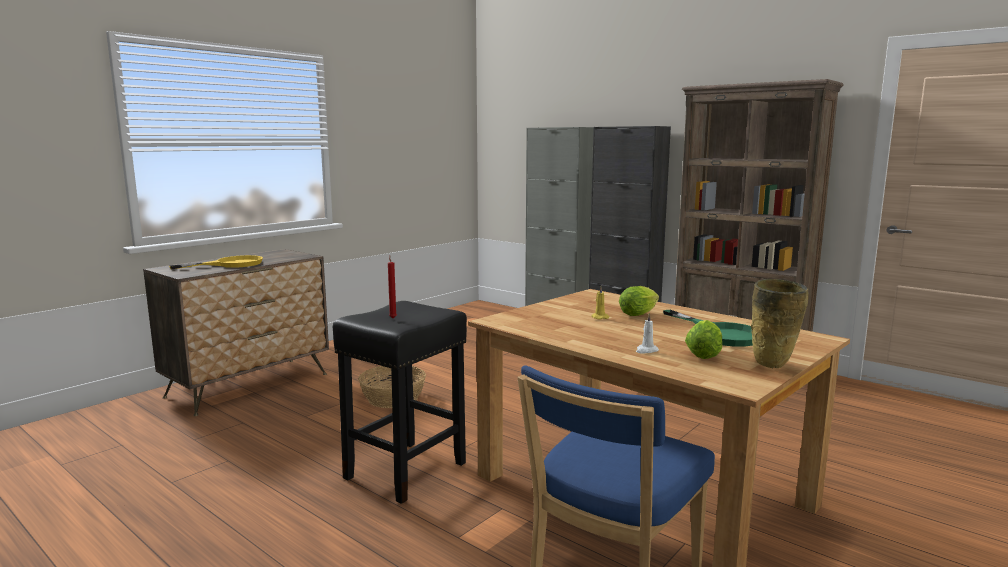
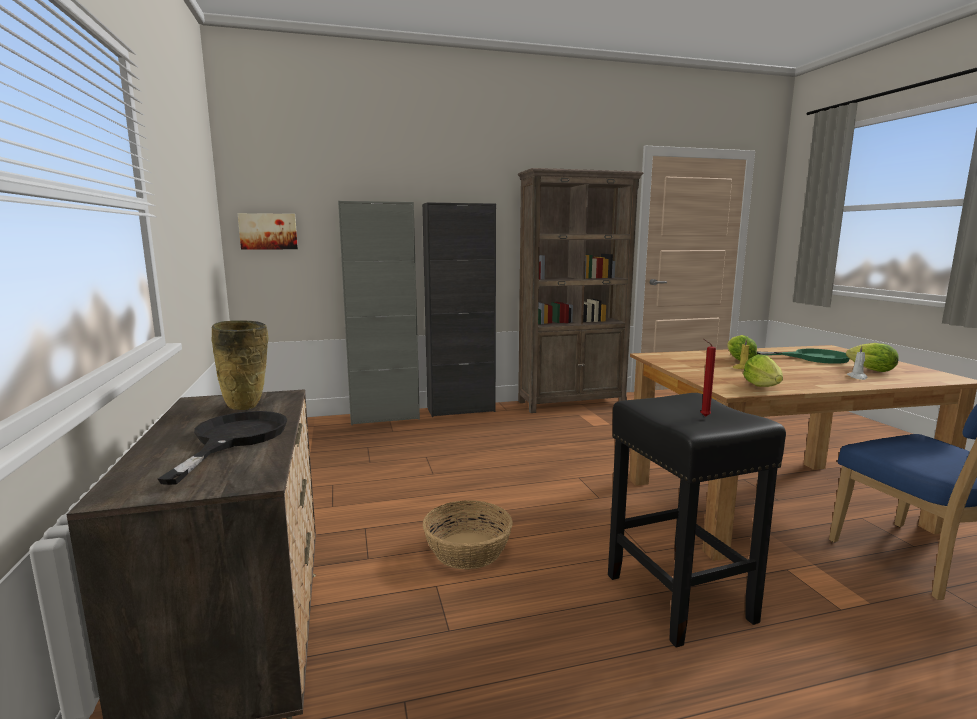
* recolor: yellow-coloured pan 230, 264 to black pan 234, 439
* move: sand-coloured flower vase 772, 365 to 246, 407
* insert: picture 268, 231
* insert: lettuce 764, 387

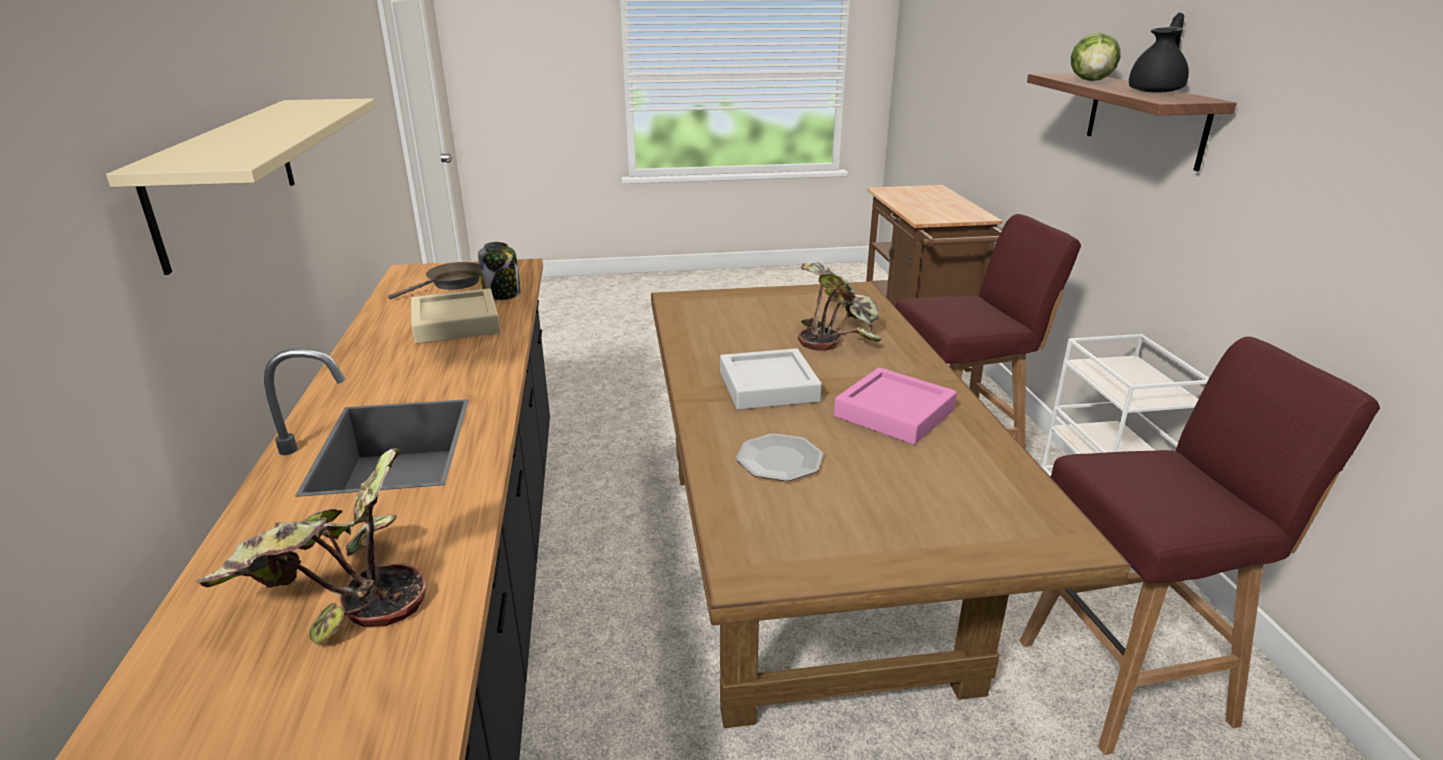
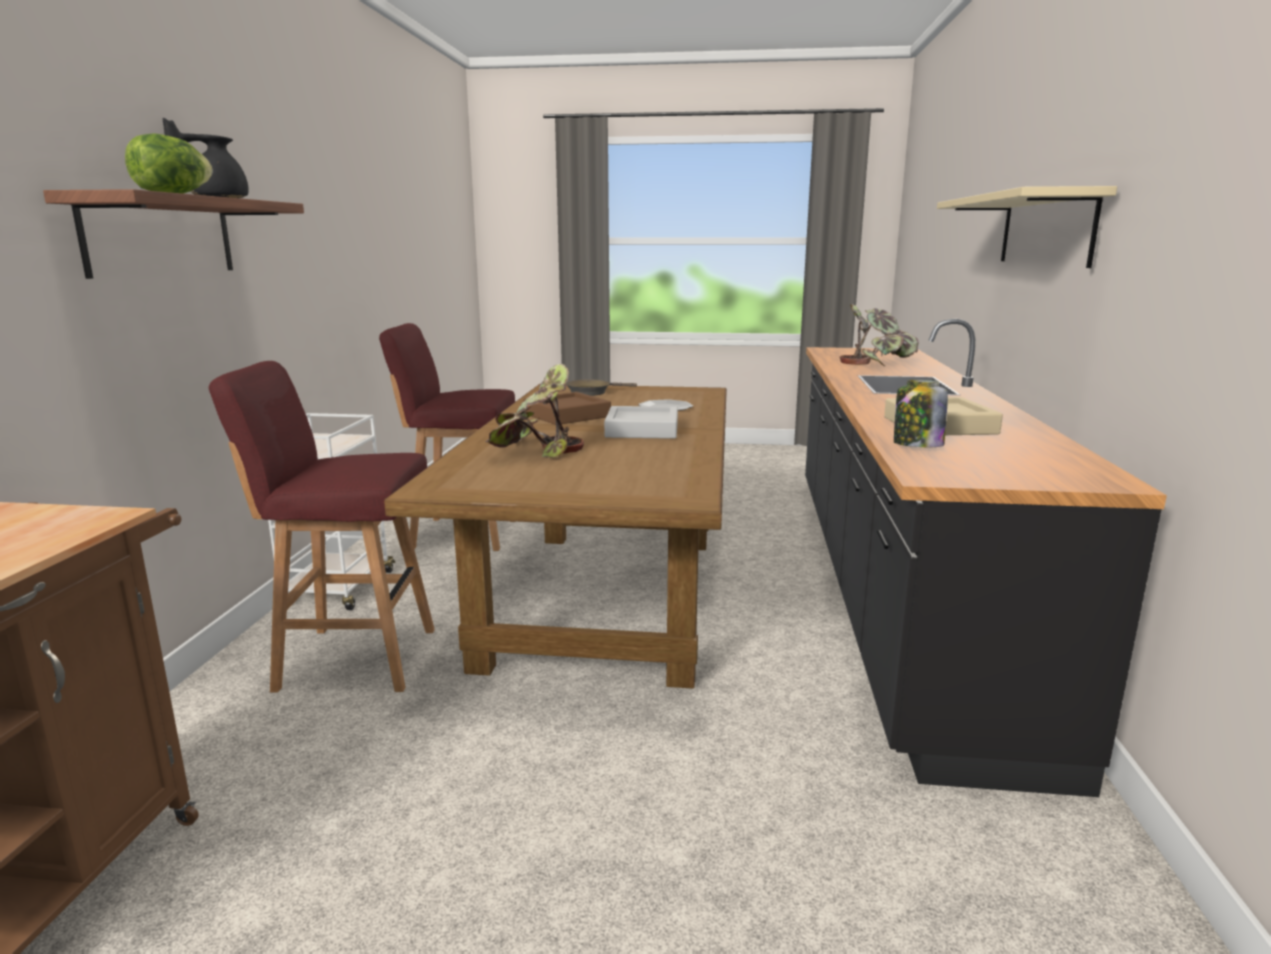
* recolor: pink-coloured serving tray 894, 413 to brownish serving tray 567, 415
* move: brownish pan 452, 284 to 592, 392

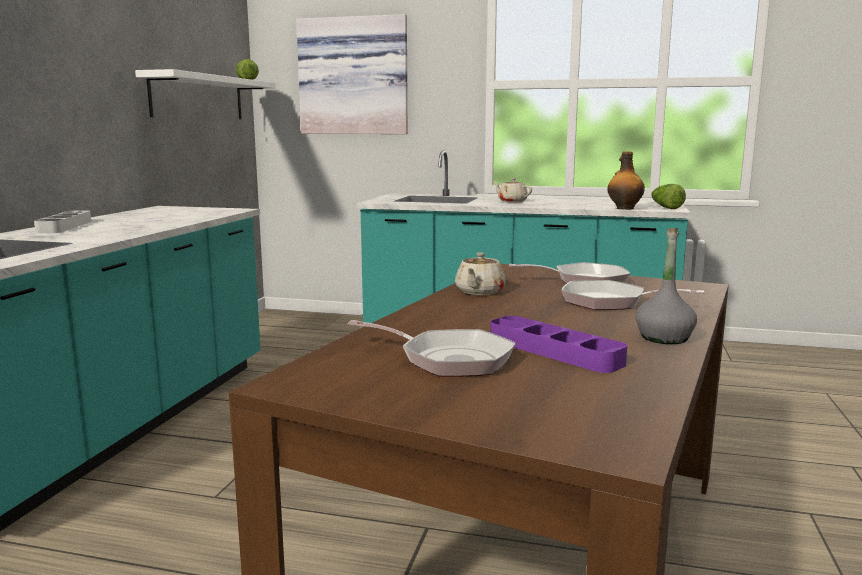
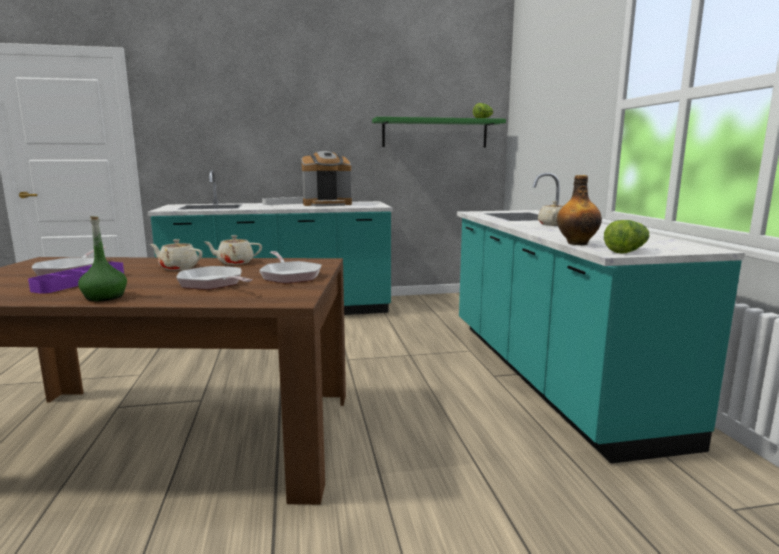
* recolor: gray bottle 663, 338 to green bottle 105, 297
* insert: sand-coloured tea pot 178, 268
* rotate: pan 610, 302 = 213, 284 45 degrees counterclockwise
* insert: coffee brewer 327, 204
* recolor: white shelf 198, 98 to green shelf 435, 133
* delete: picture 354, 76

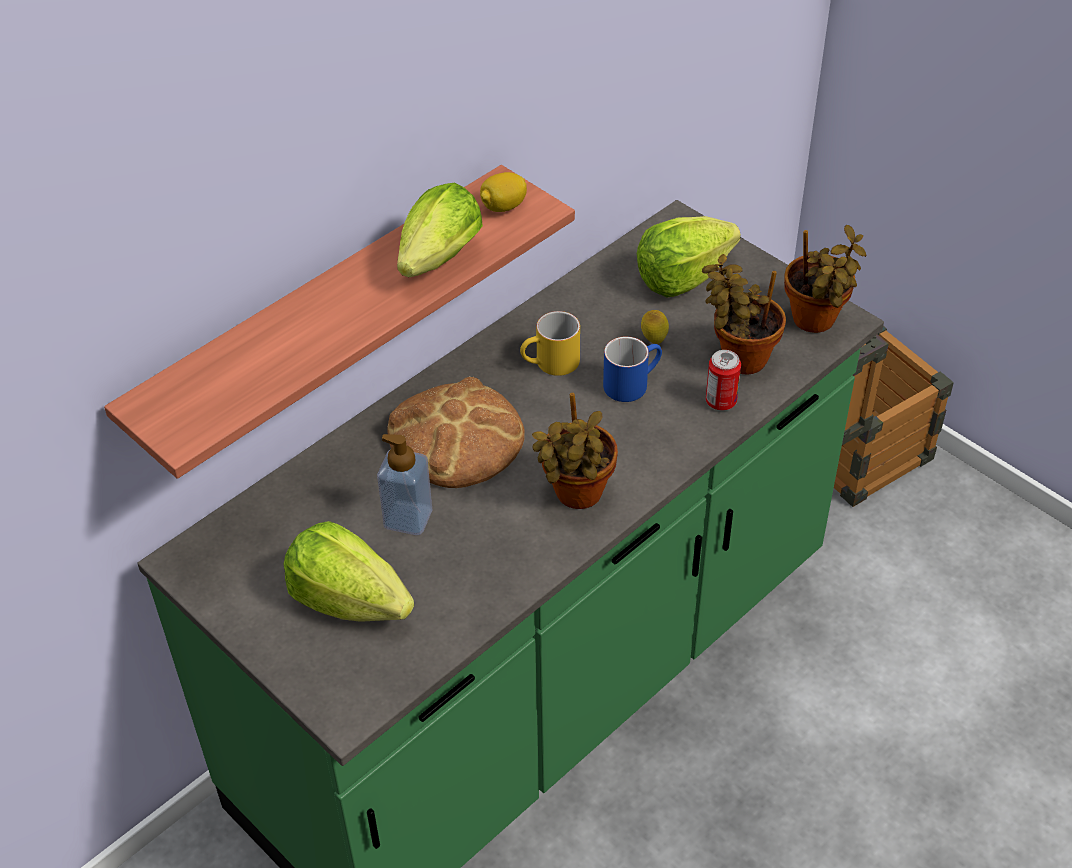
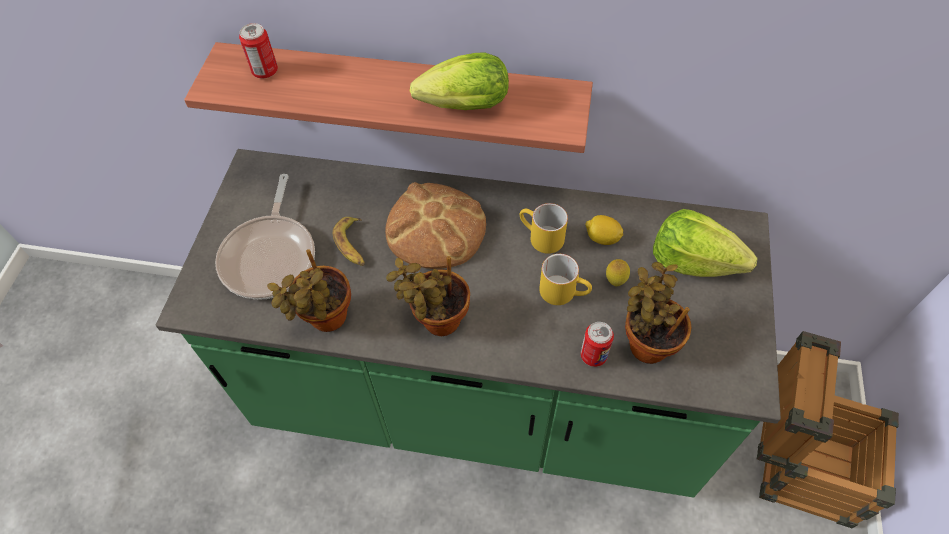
* replace: lettuce 349, 600 to pan 271, 256
* insert: sealed can 265, 71
* move: houseplant 816, 322 to 325, 320
* replace: soap dispenser 408, 518 to banana fruit 353, 245
* recolor: blue mug 632, 382 to yellow-coloured mug 564, 292
* move: lemon 503, 207 to 602, 238

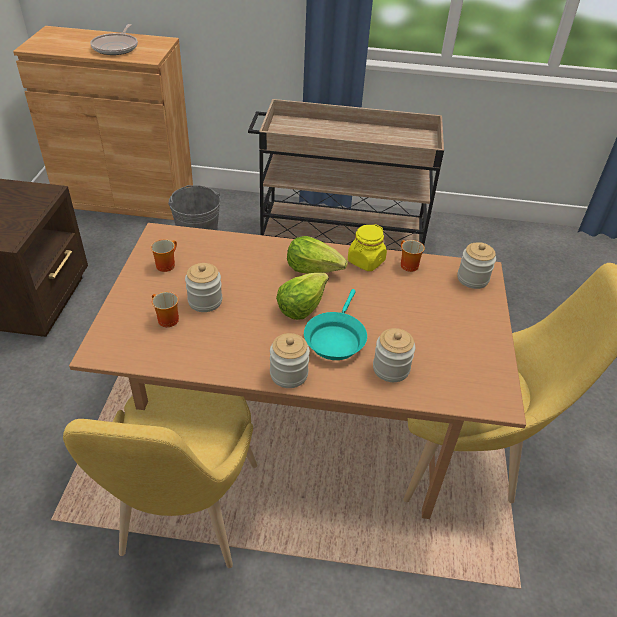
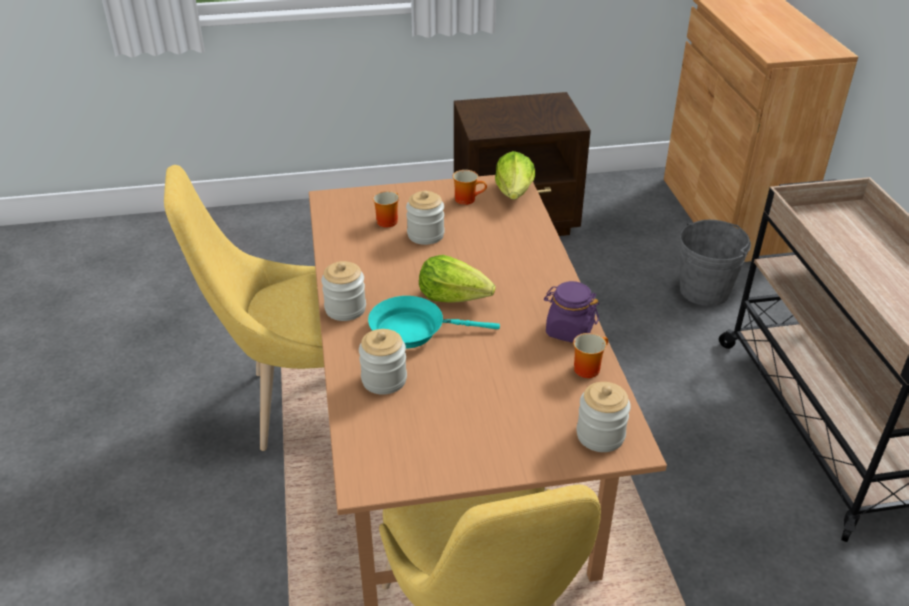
* move: lettuce 314, 268 to 514, 192
* recolor: yellow-coloured preserve jar 366, 261 to purplish preserve jar 569, 330
* delete: pan 116, 47

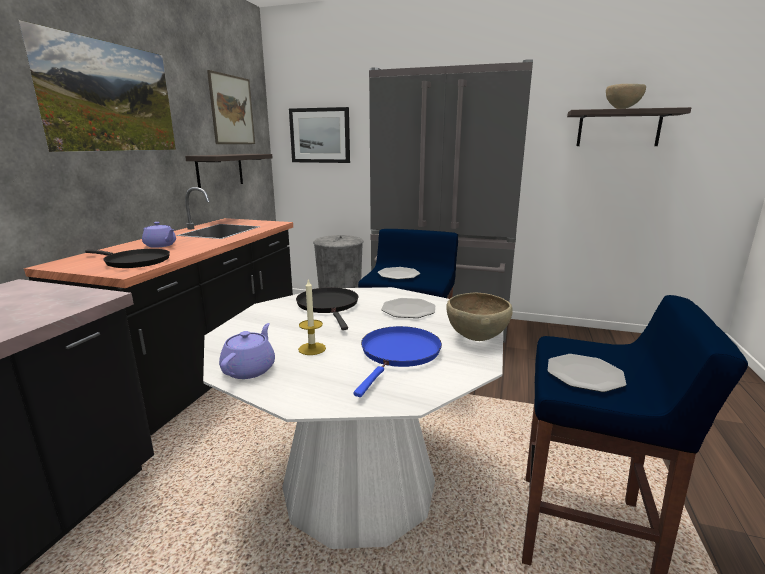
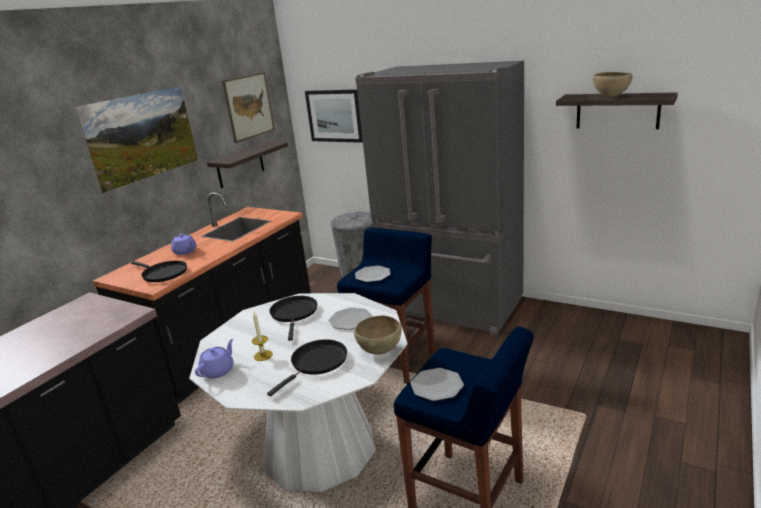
* recolor: blue pan 399, 354 to black pan 317, 363

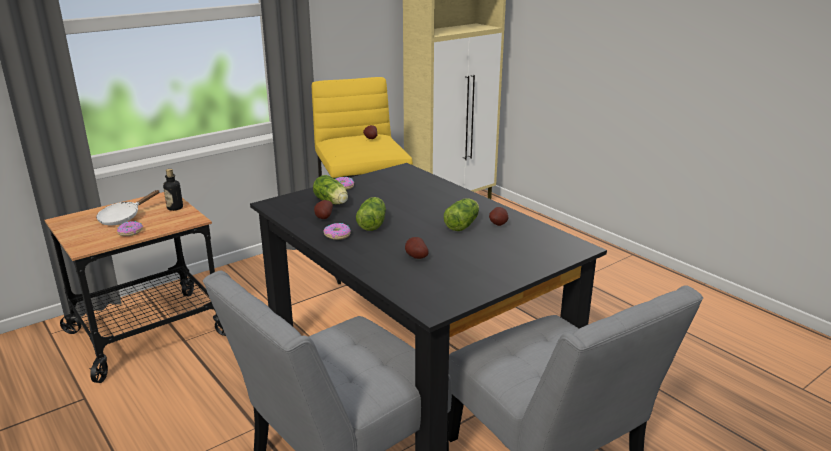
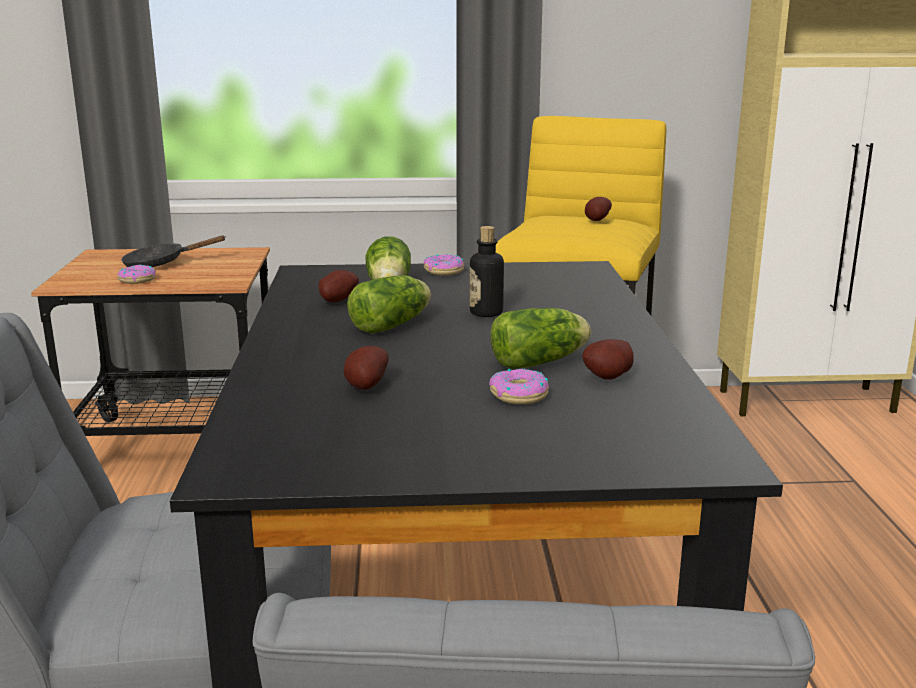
* recolor: white pan 123, 217 to black pan 161, 264
* move: bottle 175, 208 to 486, 312
* move: ring doughnut 337, 235 to 519, 395

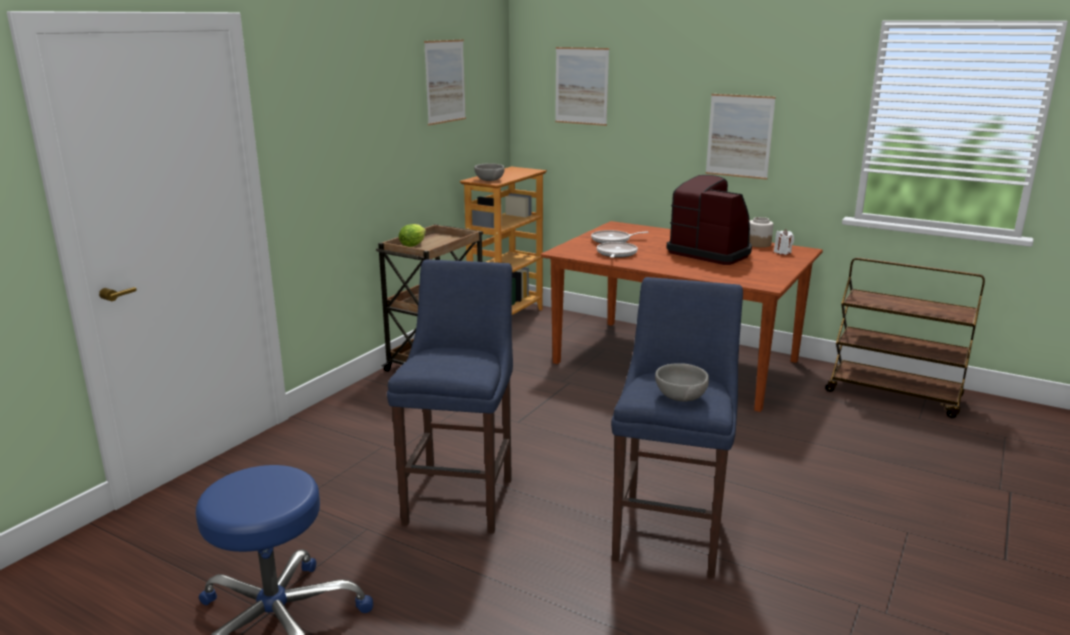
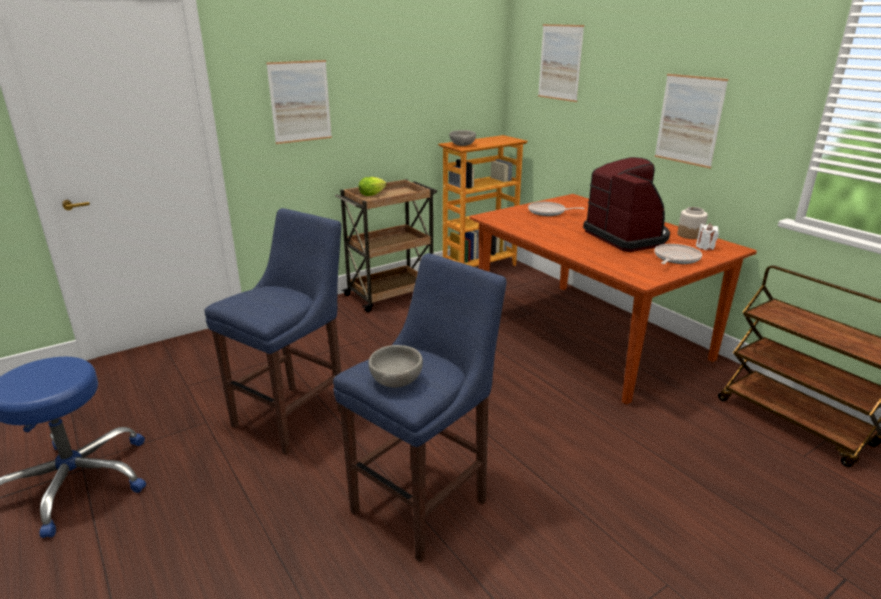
* move: picture 445, 81 to 300, 102
* move: pan 616, 254 to 675, 258

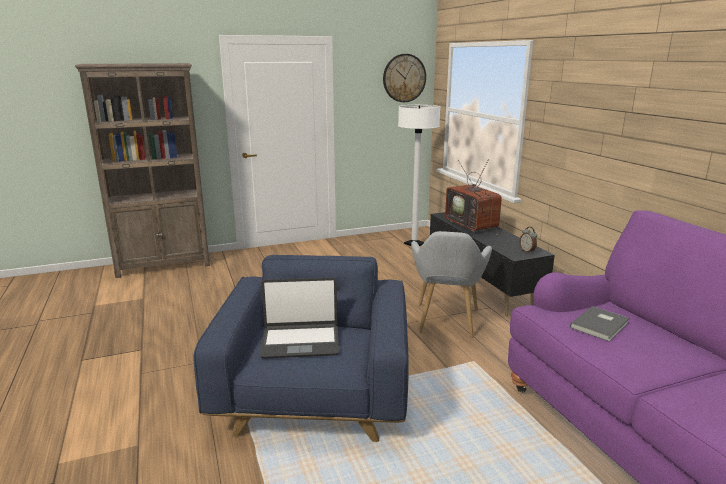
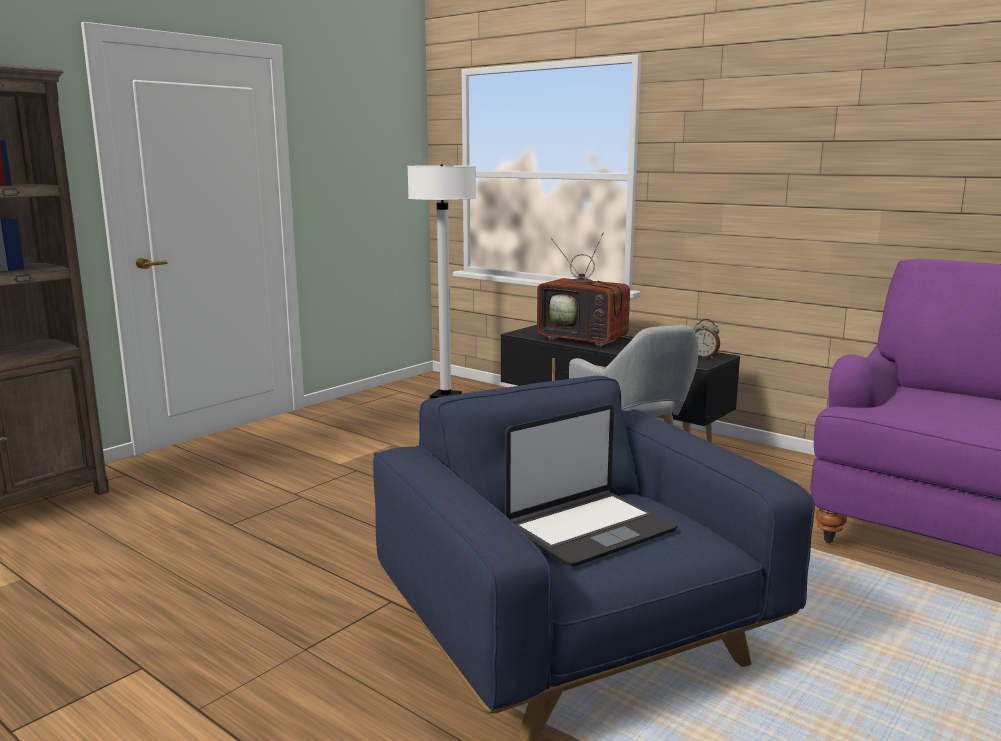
* delete: hanging clock 404, 78
* delete: gray volume 601, 325

